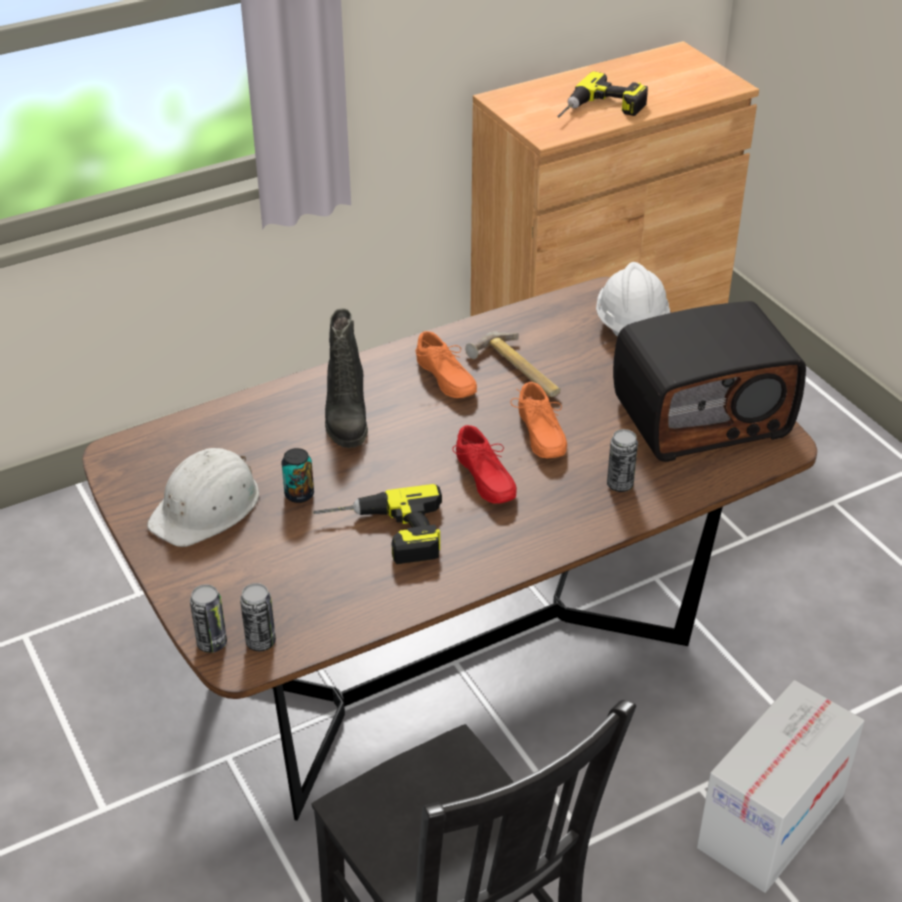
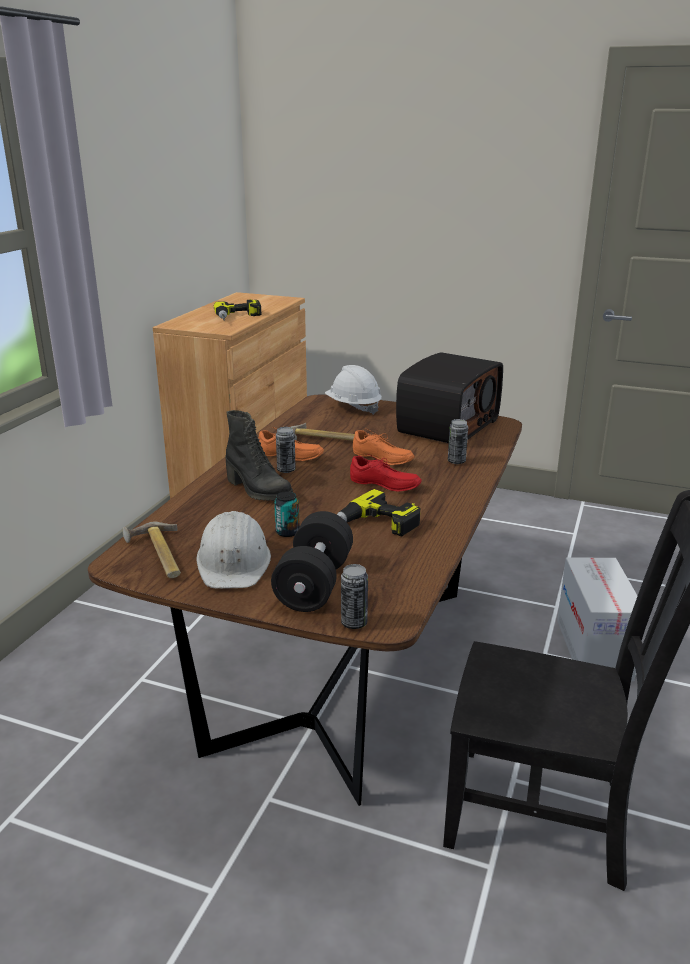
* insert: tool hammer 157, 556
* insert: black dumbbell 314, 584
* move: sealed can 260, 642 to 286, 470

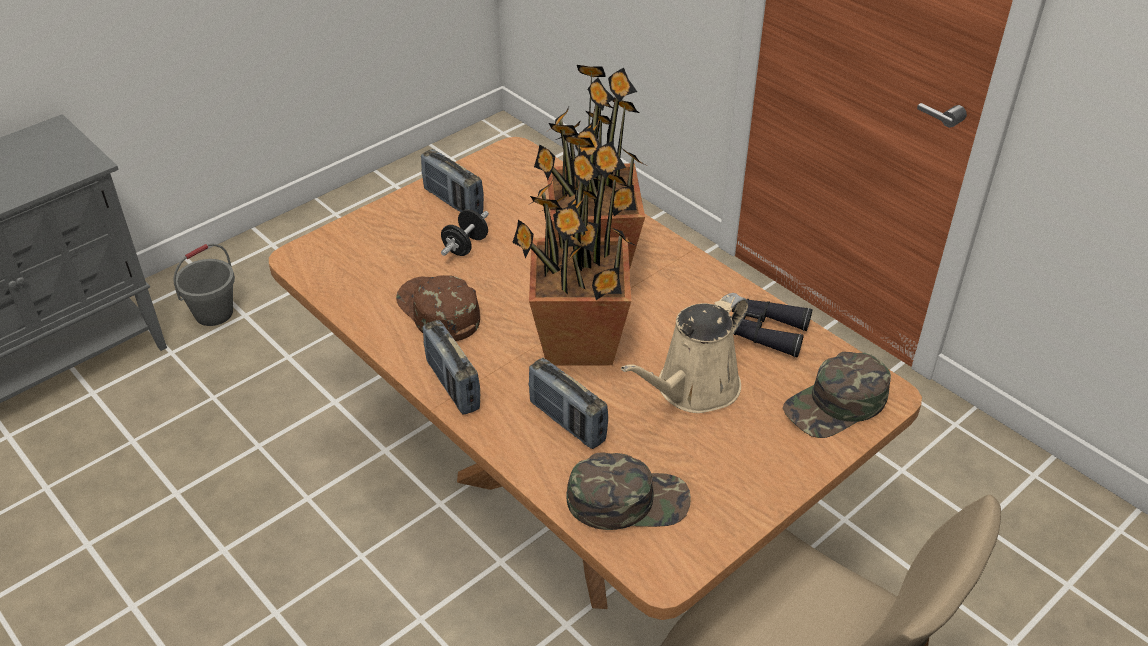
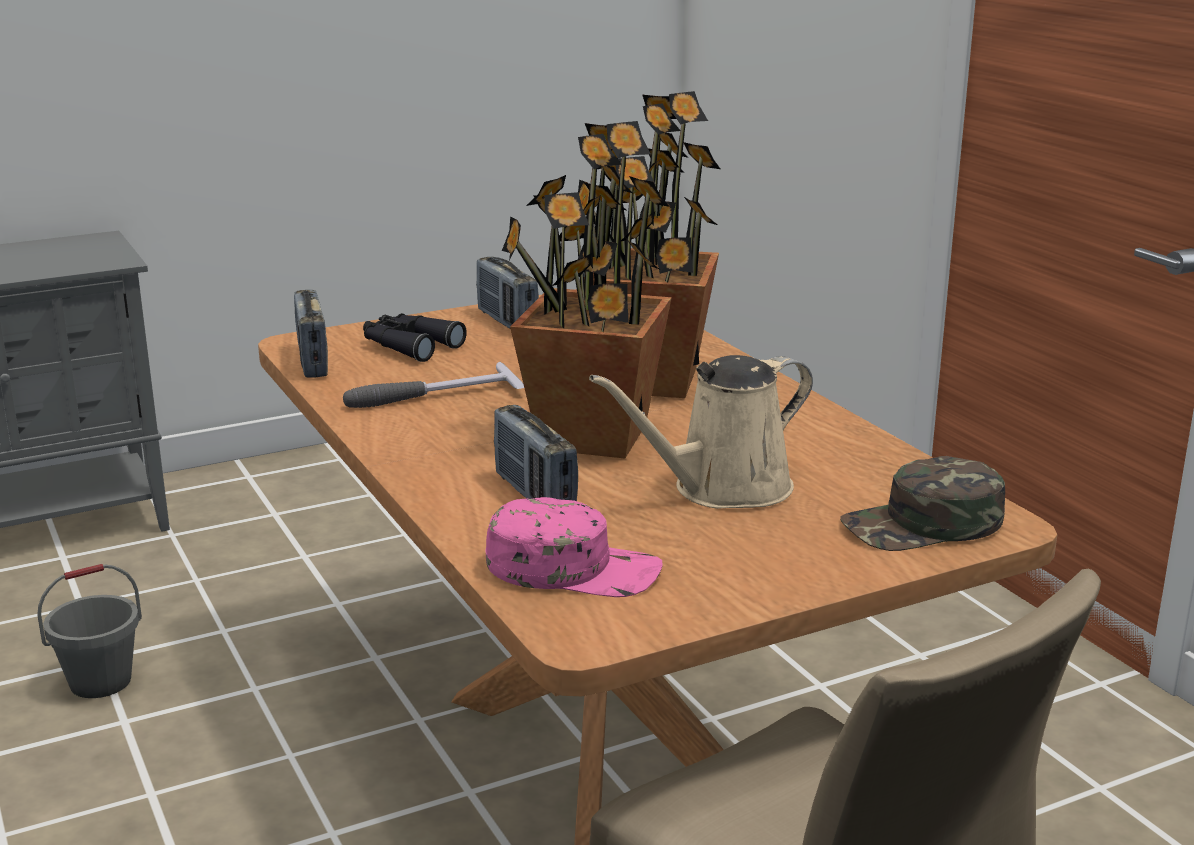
* move: gray water bucket 214, 313 to 101, 681
* move: radio set 452, 385 to 312, 362
* replace: brownish peaked cap 437, 311 to tool hammer 430, 395
* move: black binoculars 766, 332 to 409, 346
* recolor: green peaked cap 628, 500 to pink-coloured peaked cap 573, 568
* delete: black dumbbell 465, 246

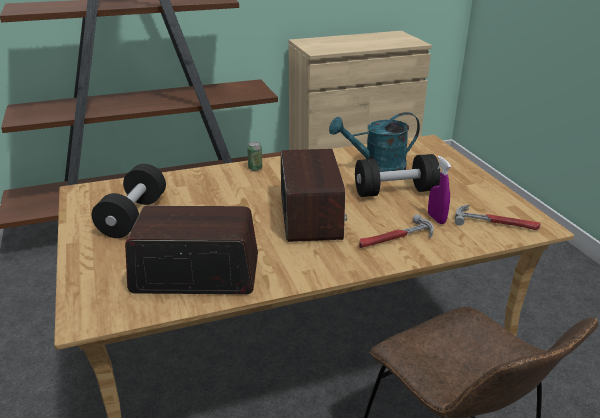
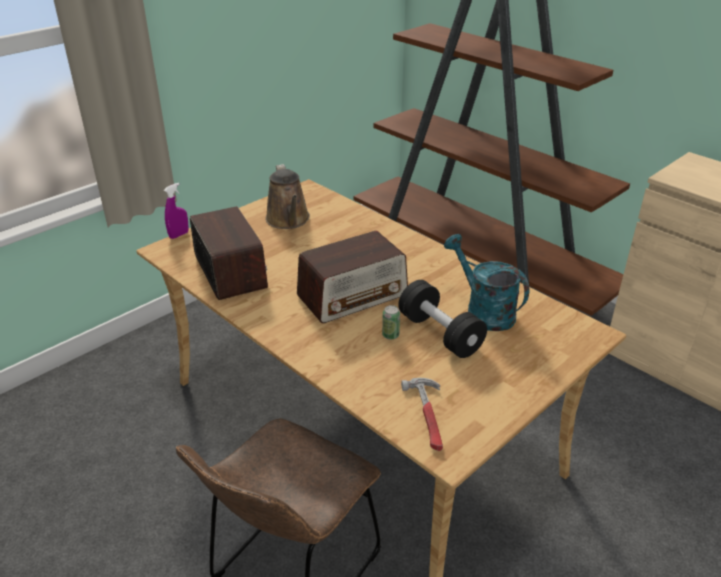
* move: purplish spray bottle 436, 219 to 179, 235
* replace: black dumbbell 133, 216 to brownish sprinkling can 288, 220
* move: sealed can 255, 168 to 390, 335
* delete: tool hammer 395, 238

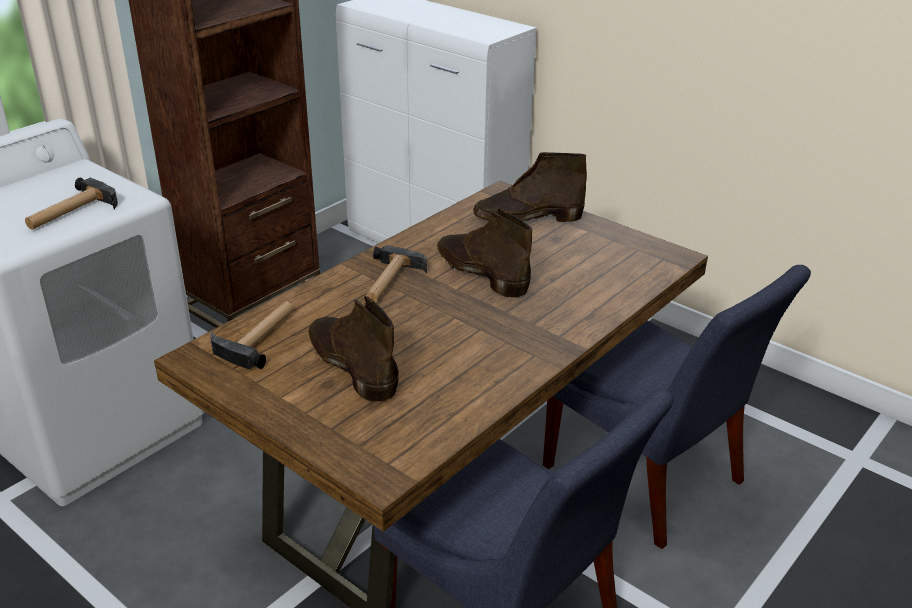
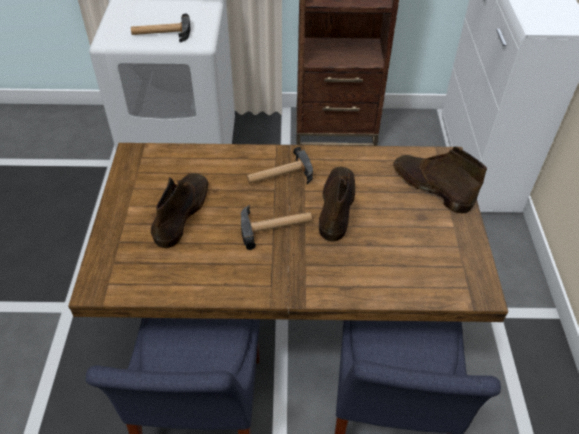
* move: tool hammer 260, 337 to 276, 226

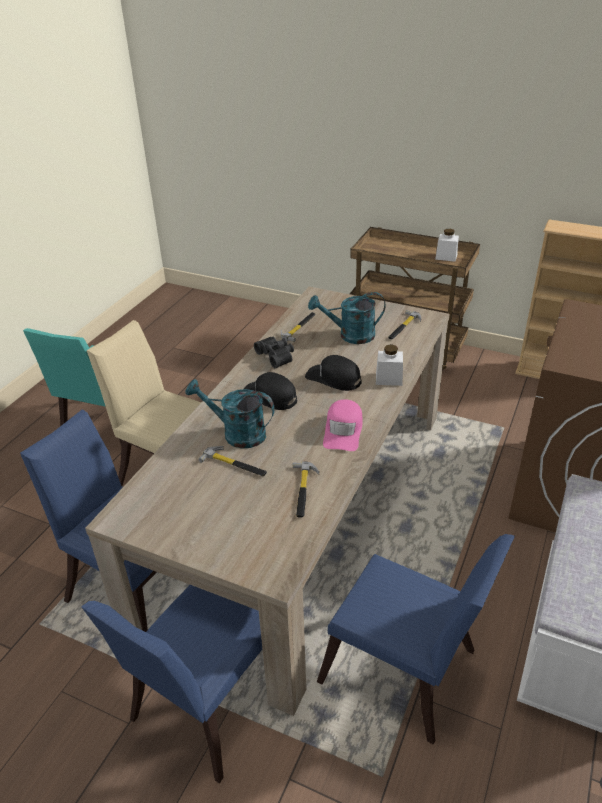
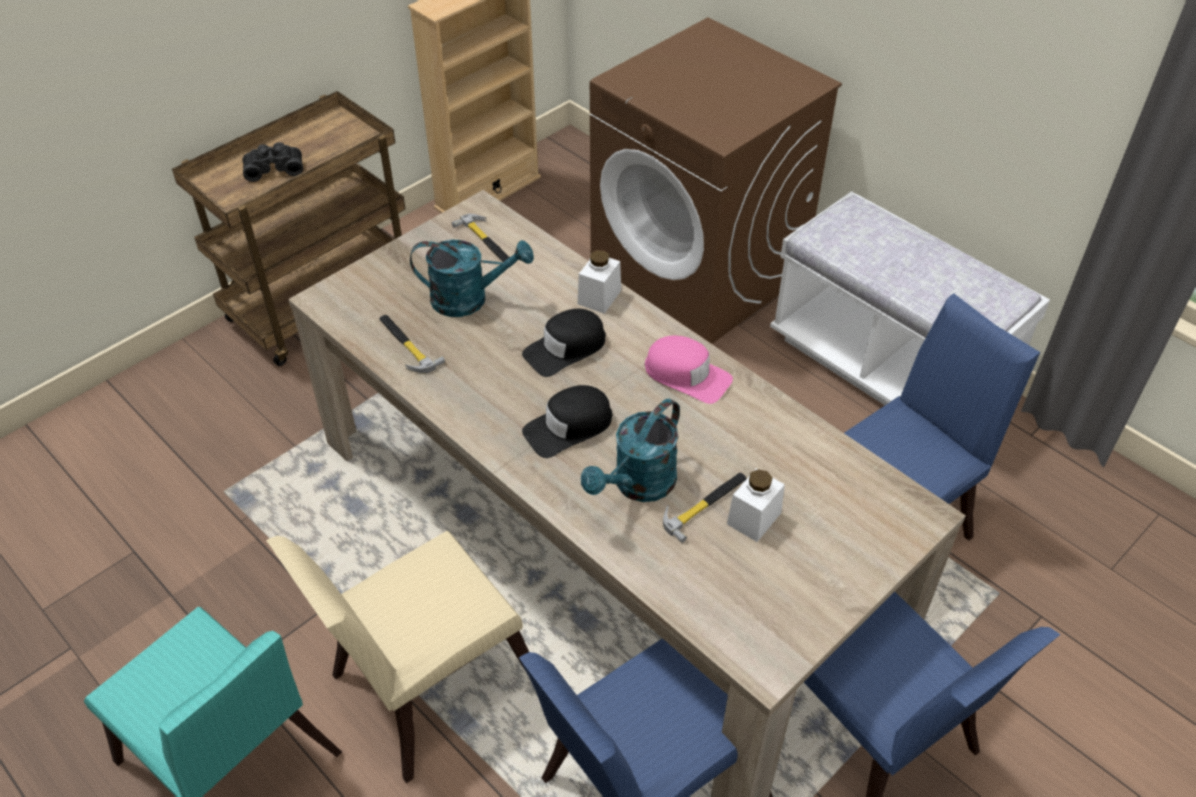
* move: black binoculars 277, 356 to 274, 168
* rotate: blue-green sprinkling can 350, 336 = 470, 299 105 degrees counterclockwise
* move: white preserve jar 446, 257 to 754, 518
* delete: tool hammer 303, 491

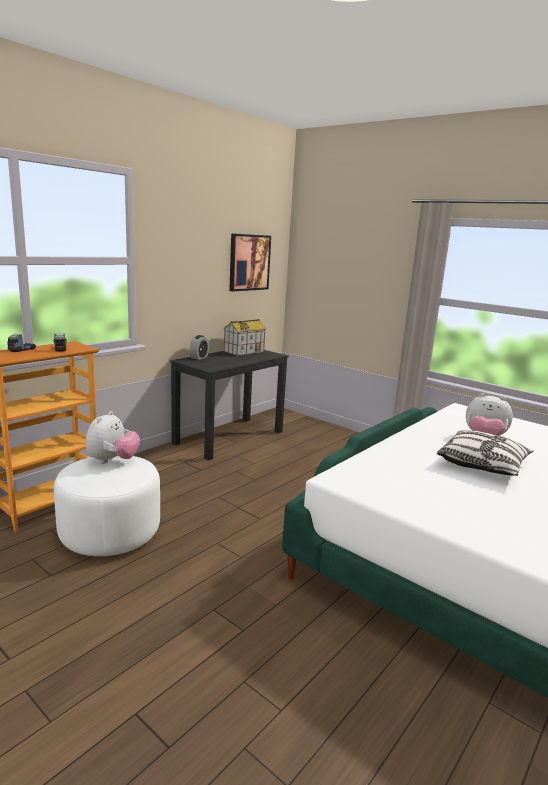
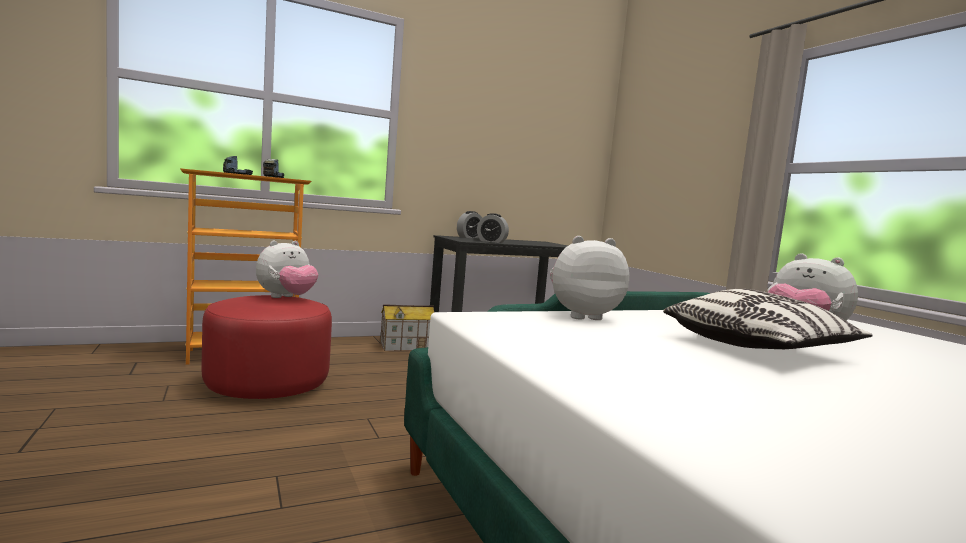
* recolor: white footrest 110, 533 to red footrest 267, 384
* move: miniature house 244, 351 to 406, 346
* insert: alarm clock 491, 241
* insert: cuddly toy 582, 316
* delete: picture 249, 262

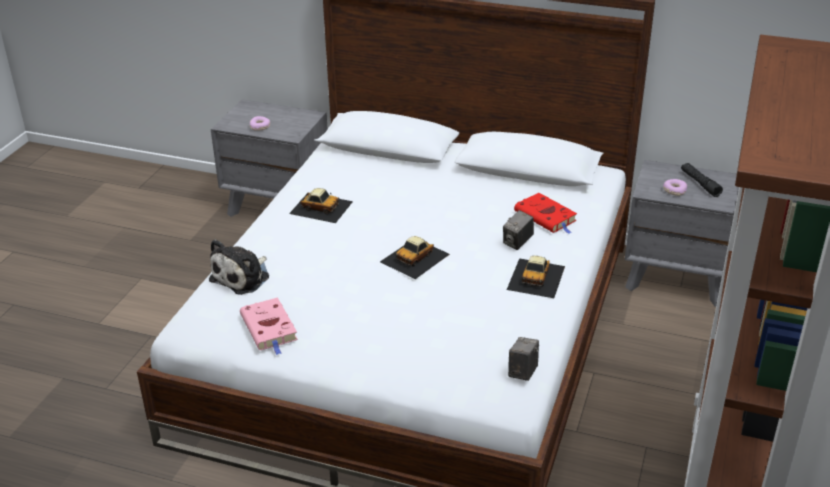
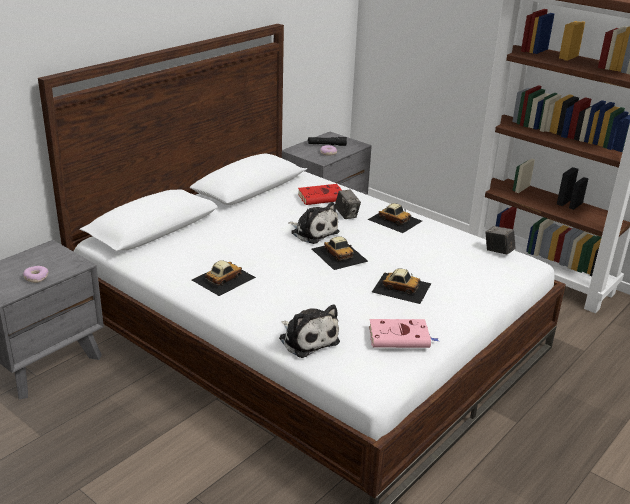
* insert: cuddly toy 313, 232
* insert: miniature car 401, 287

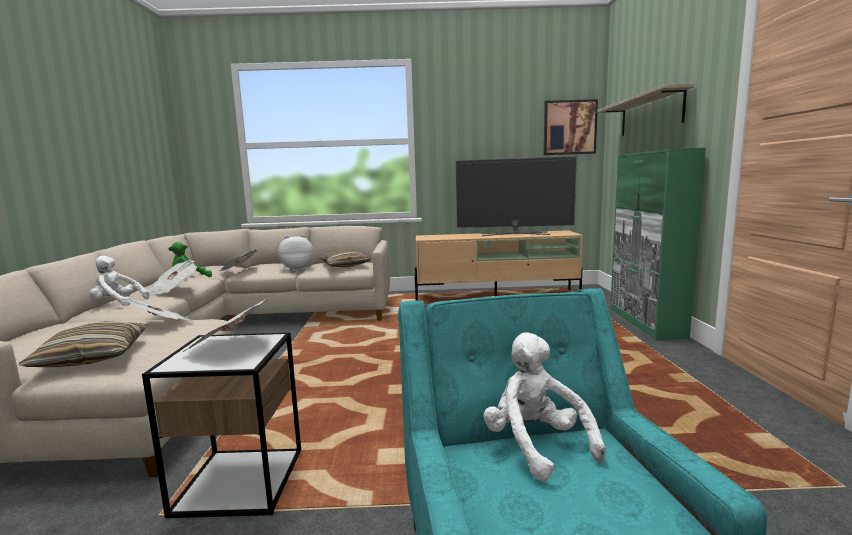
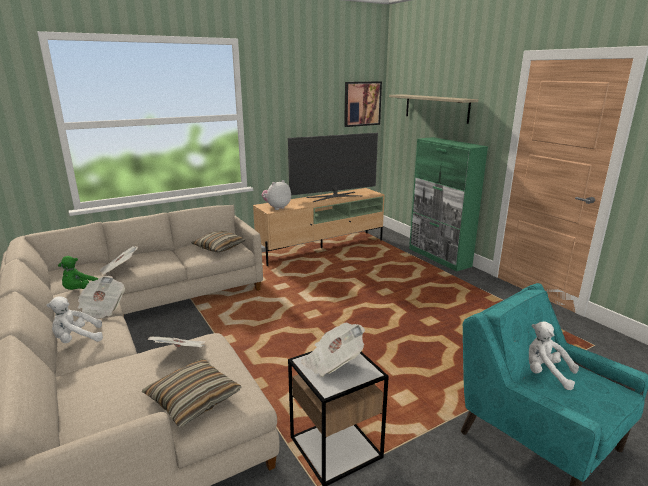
* move: cuddly toy 297, 269 to 276, 208

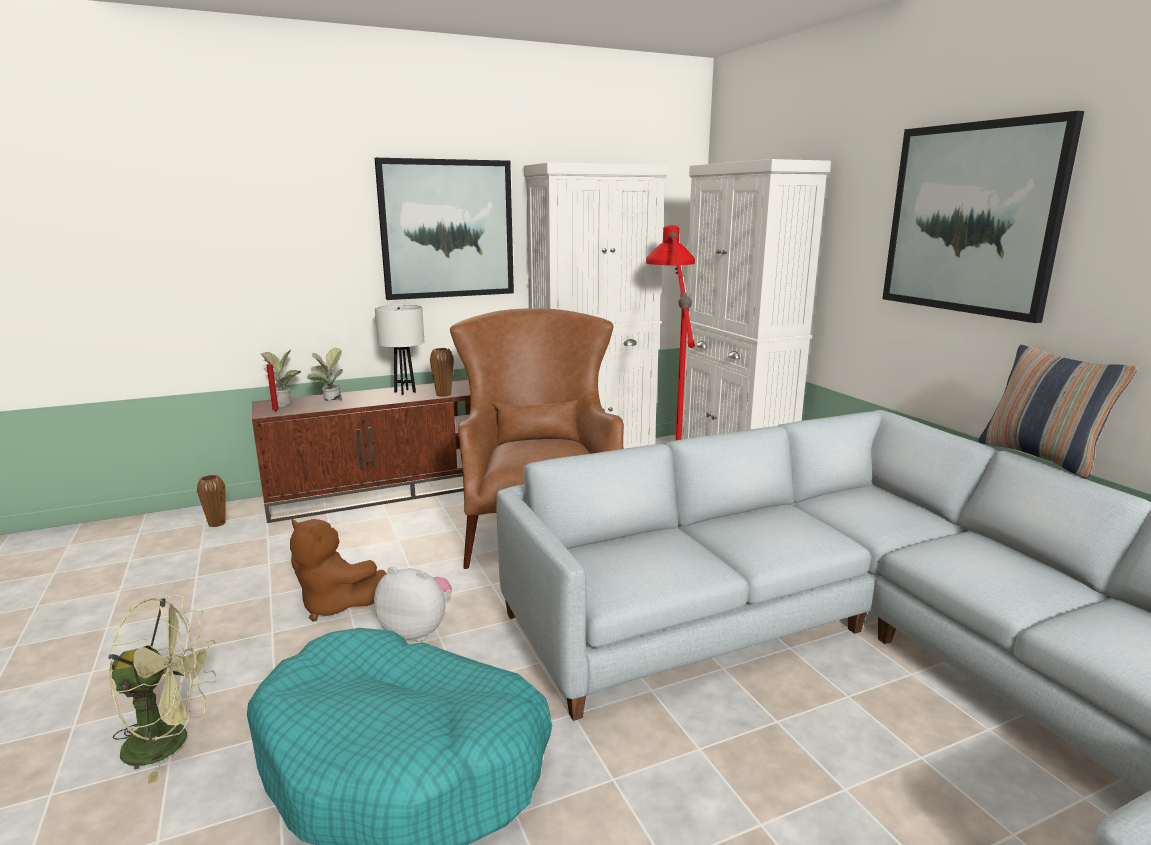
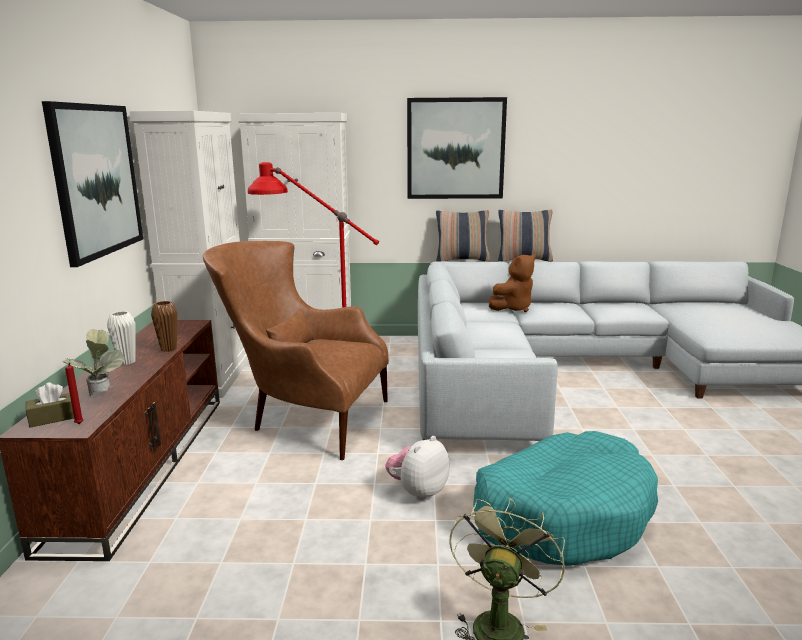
* replace: houseplant 285, 403 to brownish tissue holder 54, 418
* replace: white lamp for a table 404, 392 to white flower vase 126, 362
* insert: throw pillow 462, 260
* move: brownish cuddly toy 335, 605 to 513, 308
* delete: brownish flower vase 217, 524

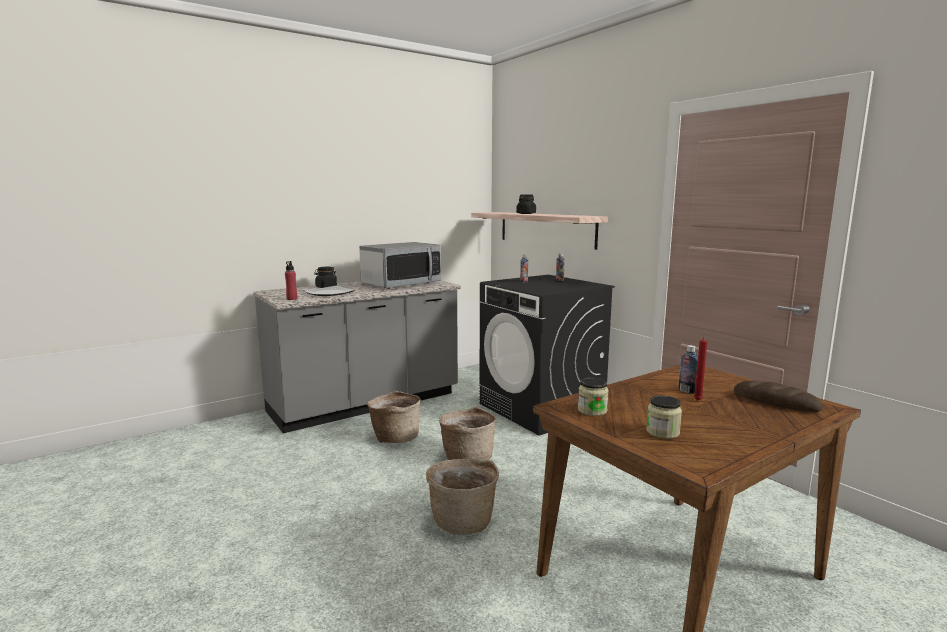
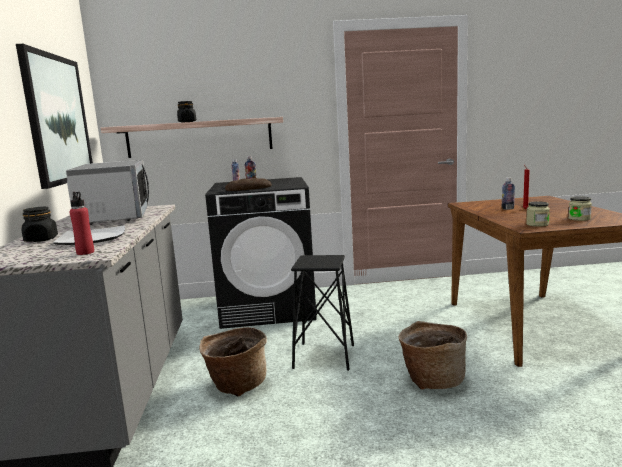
* insert: picture 57, 119
* move: baked bread 776, 402 to 248, 189
* replace: basket 467, 457 to black stool seat 324, 356

